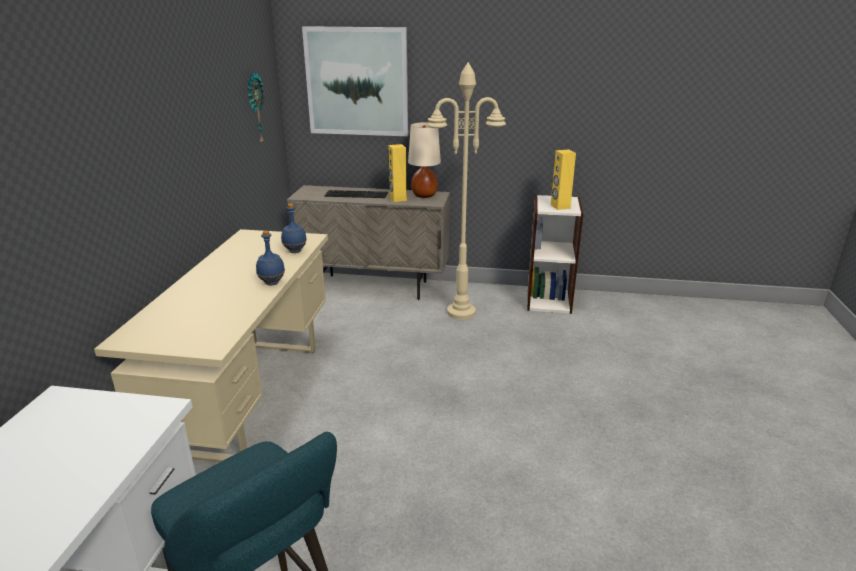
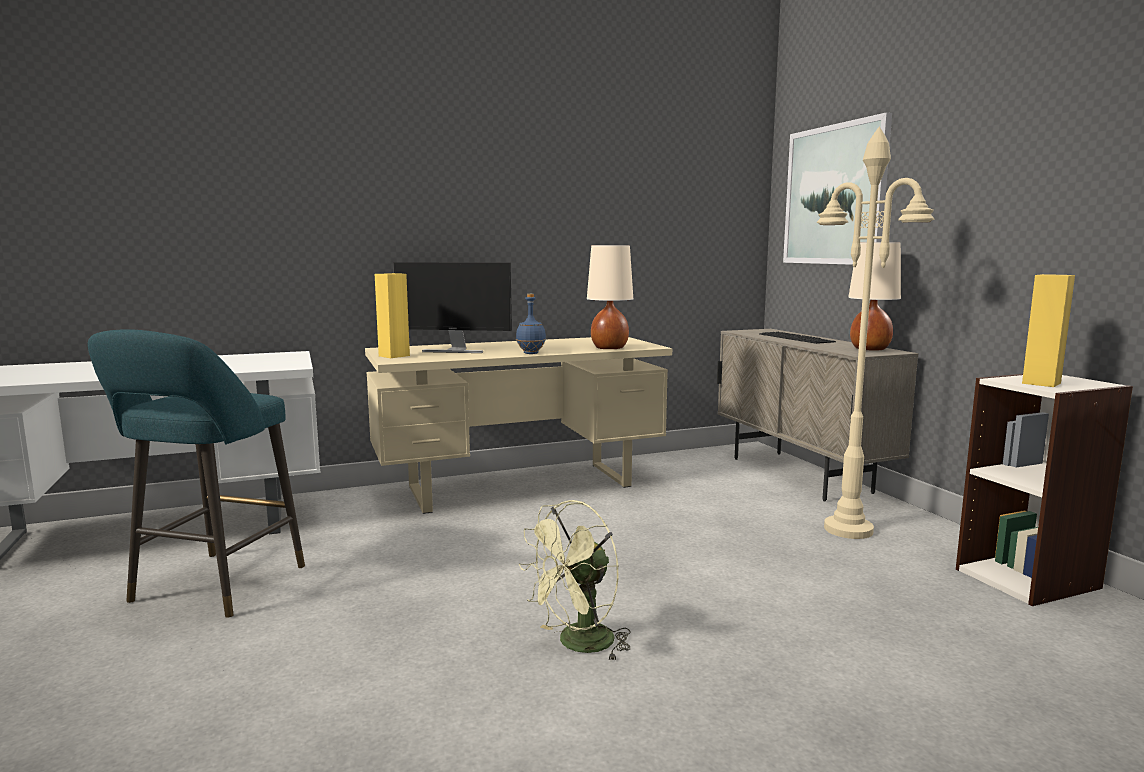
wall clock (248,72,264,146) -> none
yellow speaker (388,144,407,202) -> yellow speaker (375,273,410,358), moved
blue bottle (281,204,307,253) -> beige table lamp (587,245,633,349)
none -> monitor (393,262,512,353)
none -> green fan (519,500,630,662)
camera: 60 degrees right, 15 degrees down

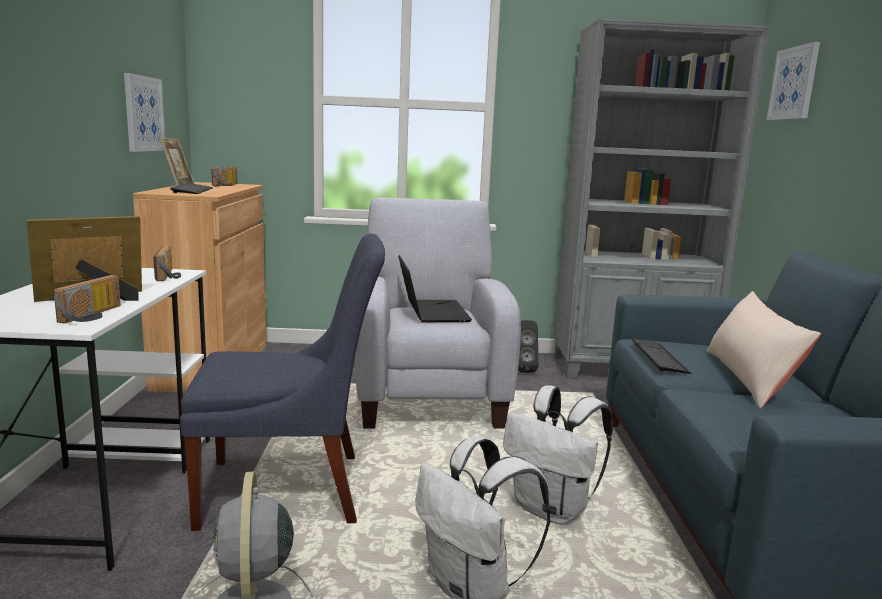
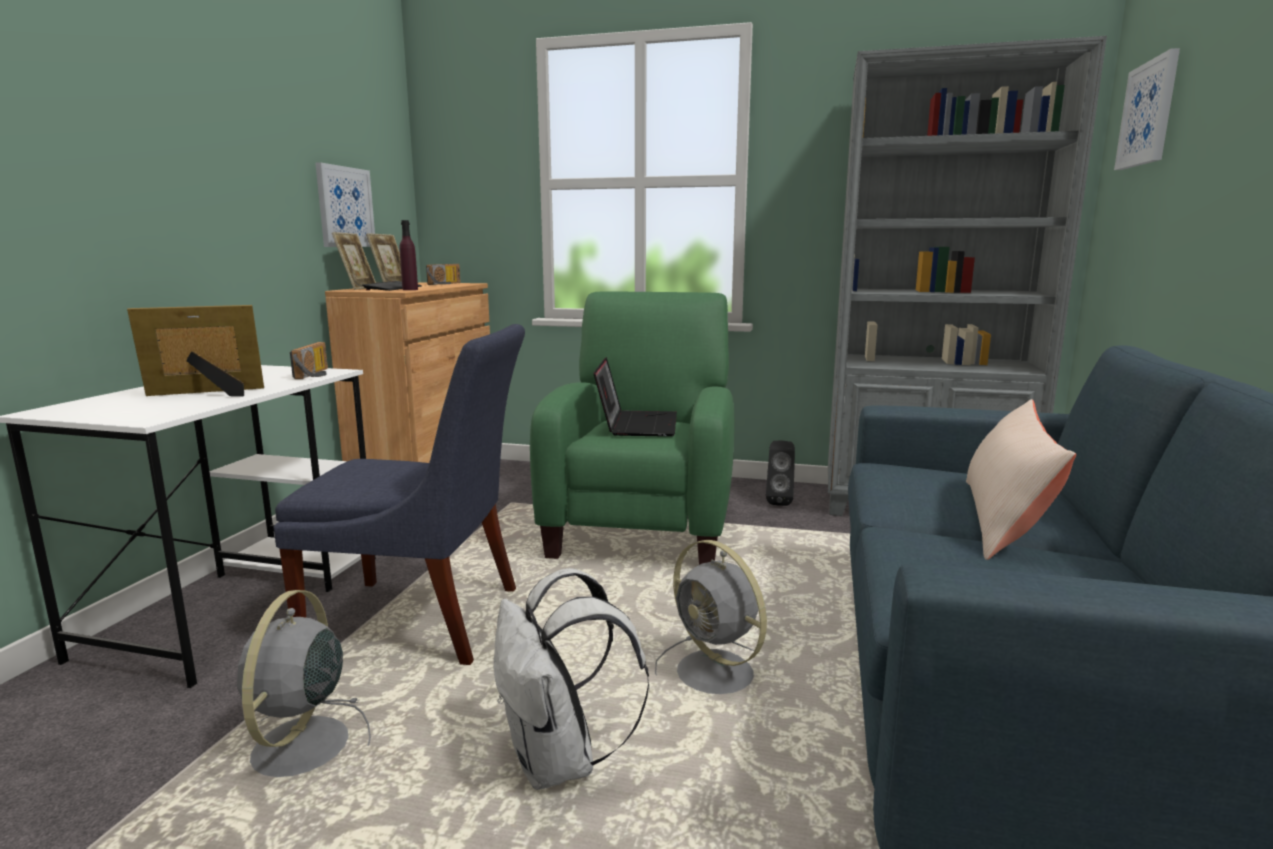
grey armchair (355,198,521,429) -> green armchair (530,292,735,565)
radio (54,275,121,323) -> none
keyboard (632,339,691,374) -> none
white backpack (503,385,613,525) -> grey fan (655,540,767,694)
none -> purple bottle (400,220,418,290)
none -> picture frame (332,232,376,290)
camera: 15 degrees right, 0 degrees up

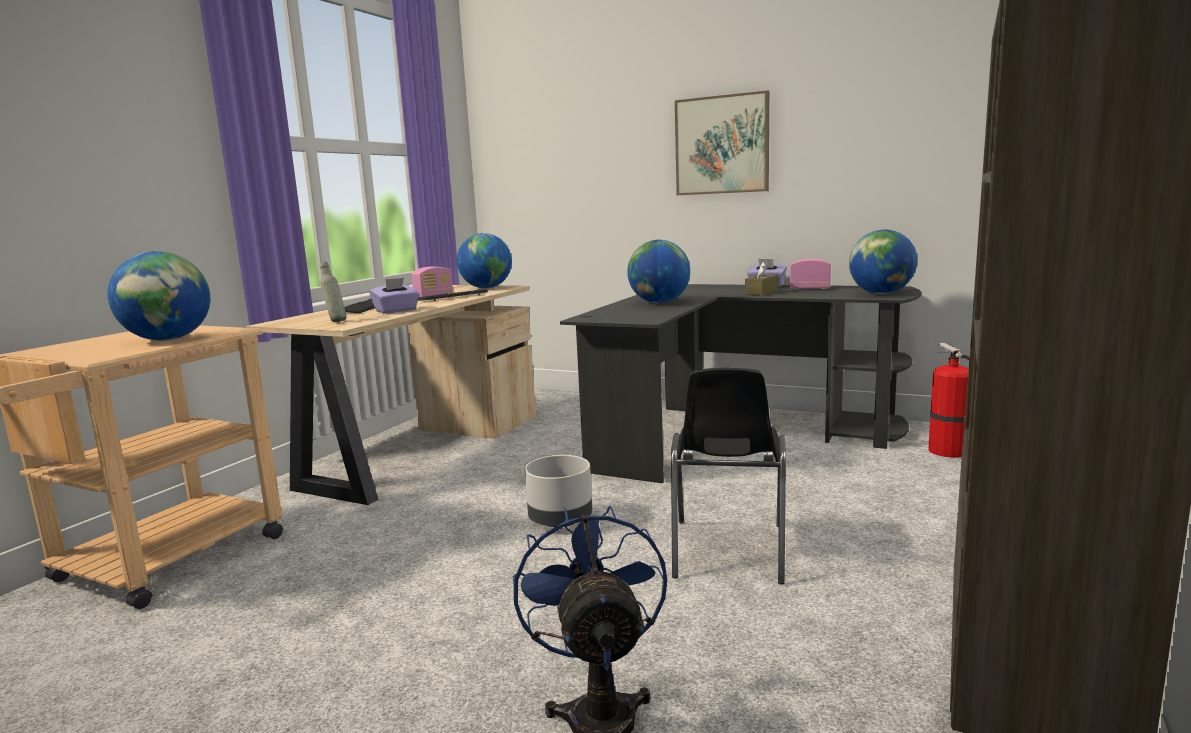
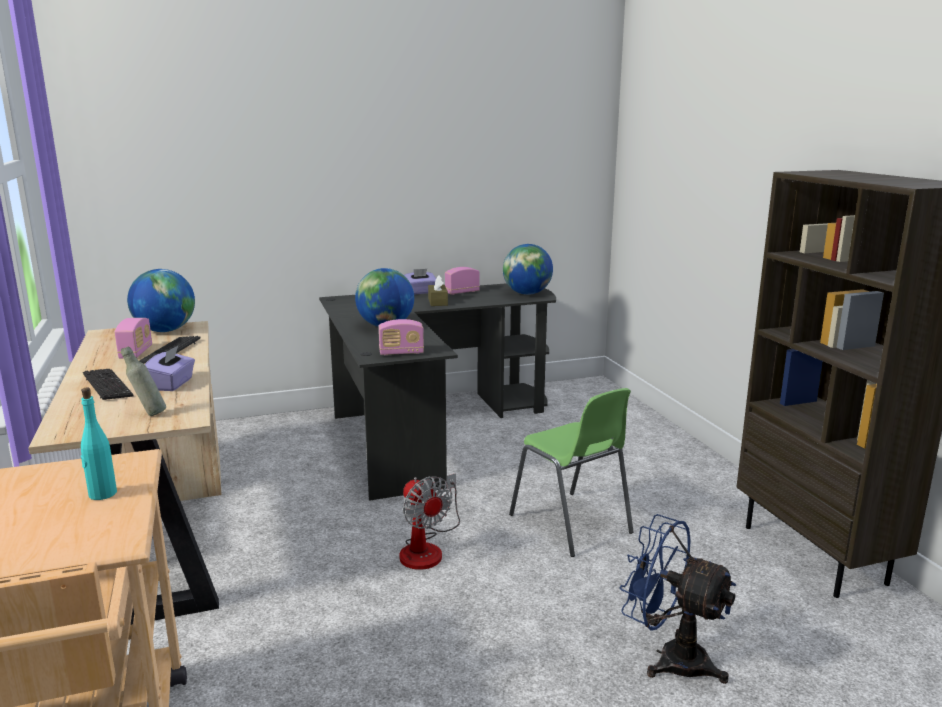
picture (675,90,769,195) -> none
globe (108,251,210,341) -> turquoise bottle (81,388,117,500)
fire extinguisher (928,343,969,457) -> none
black chair (671,368,786,585) -> green chair (509,388,634,557)
grey planter (525,455,592,527) -> fan (399,473,460,570)
none -> radio (379,319,424,355)
camera: 45 degrees left, 5 degrees up

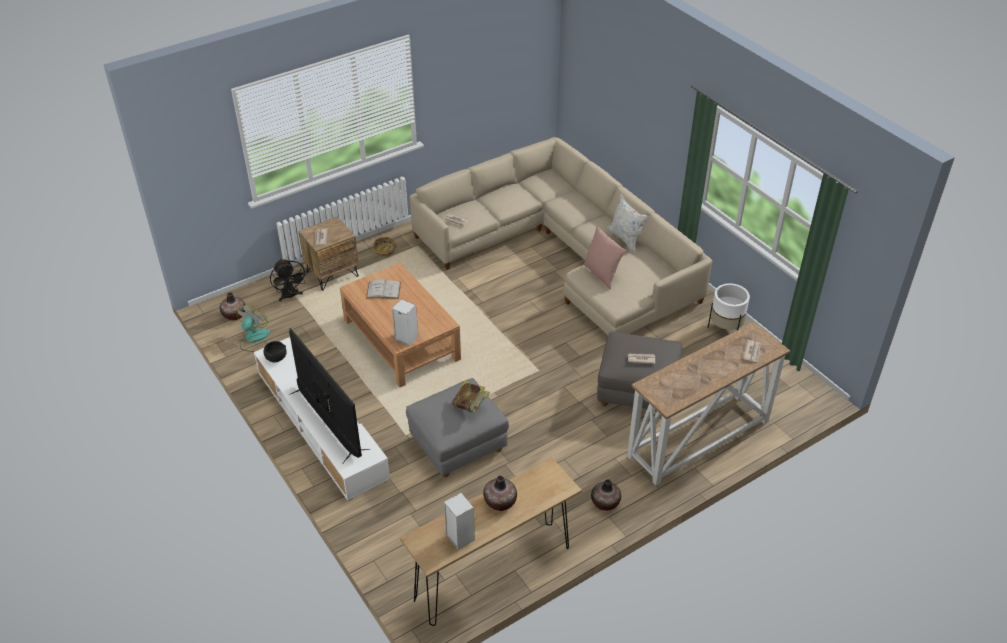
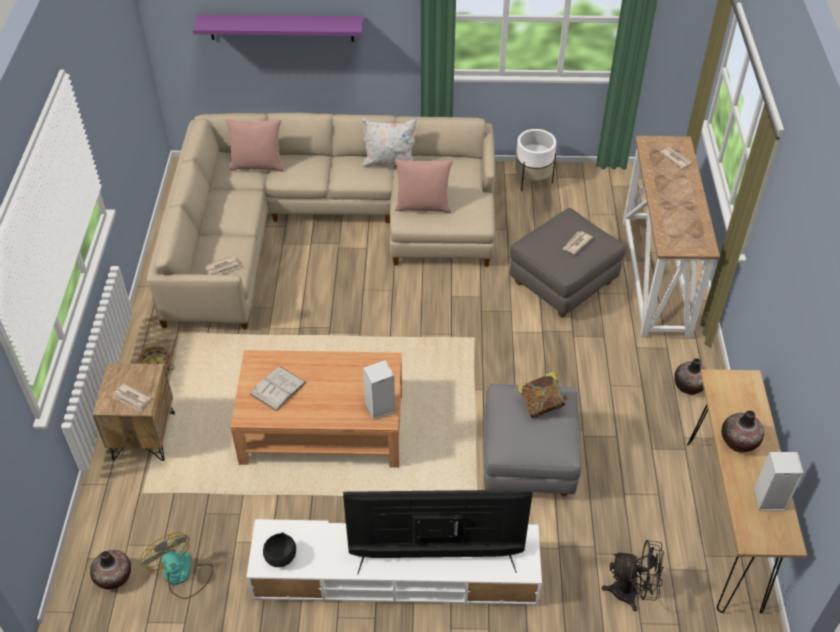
black fan (270,259,307,302) -> black fan (602,540,664,611), moved
none -> purple shelf (193,14,364,42)
none -> pink pillow (225,119,284,172)
camera: 55 degrees left, 5 degrees up

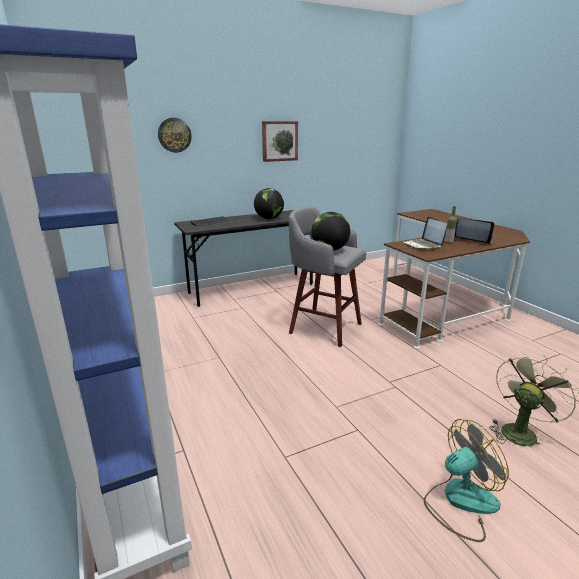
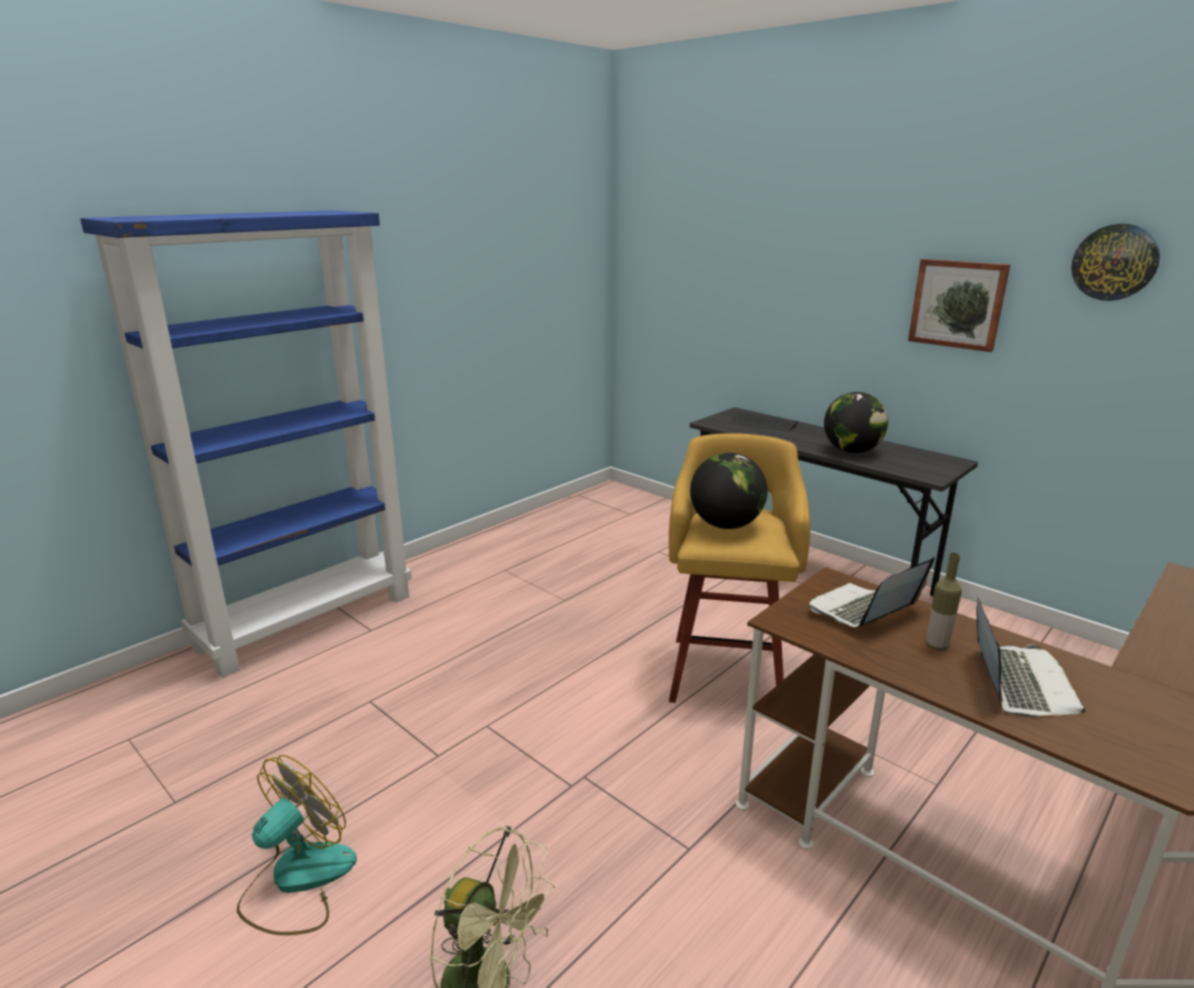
wall clock (158,118,192,153) -> wall clock (1071,224,1160,301), moved
grey stool (289,207,366,347) -> yellow stool (669,433,811,703)
fan (424,419,509,542) -> fan (237,755,357,935), 105 degrees counterclockwise
camera: 70 degrees right, 0 degrees up

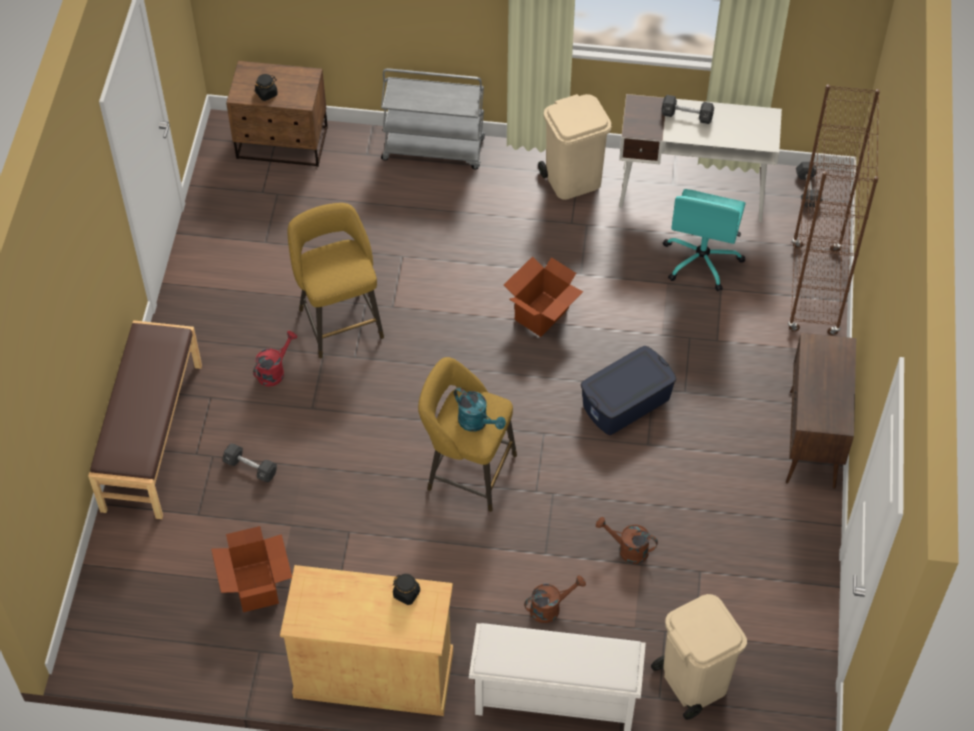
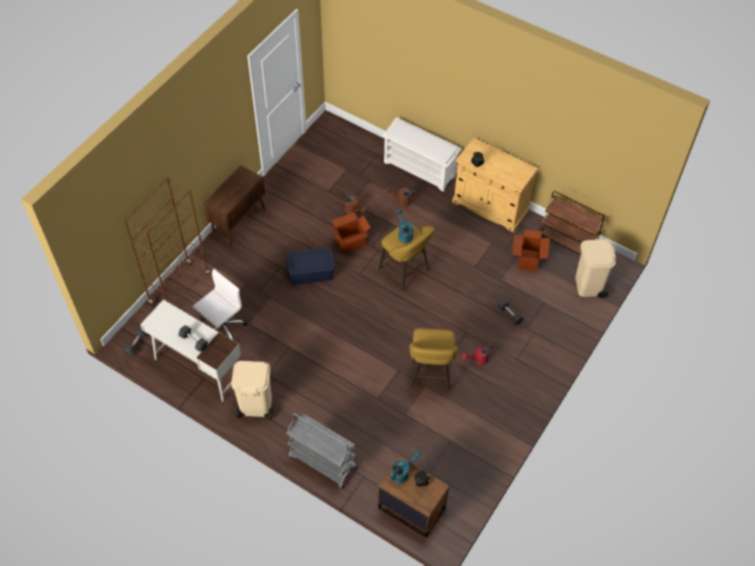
turquoise office chair (663,189,746,291) -> white office chair (193,269,247,341)
cardboard box (504,256,583,337) -> cardboard box (330,212,371,253), moved
brown bench (88,320,202,519) -> none
beige trash can (651,594,747,720) -> beige trash can (575,240,616,298), moved
none -> brown cart (541,191,606,255)
none -> turquoise watering can (389,451,421,484)
camera: 155 degrees left, 0 degrees up

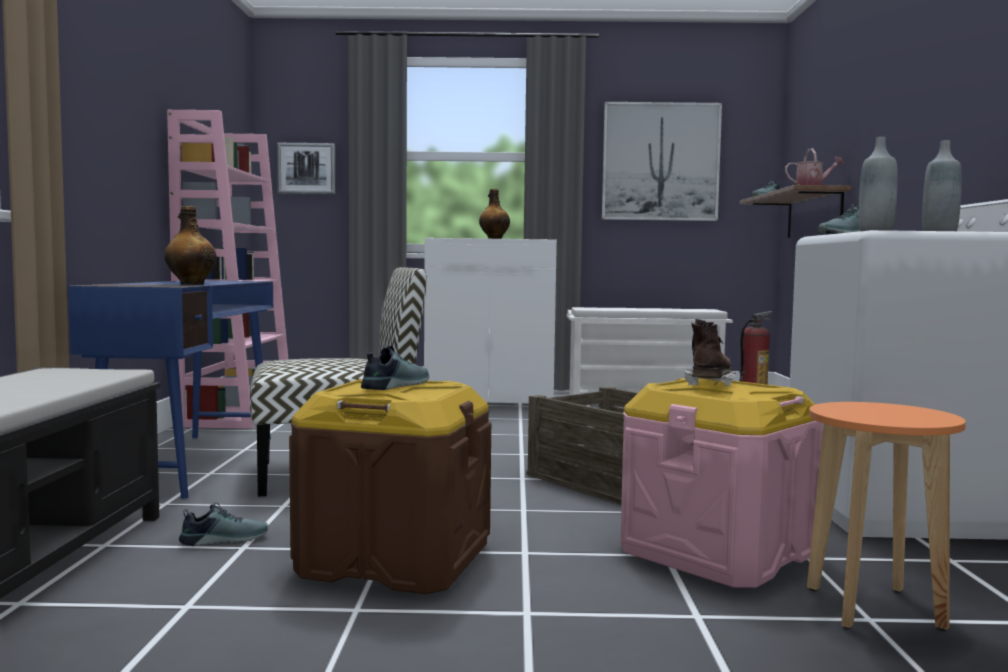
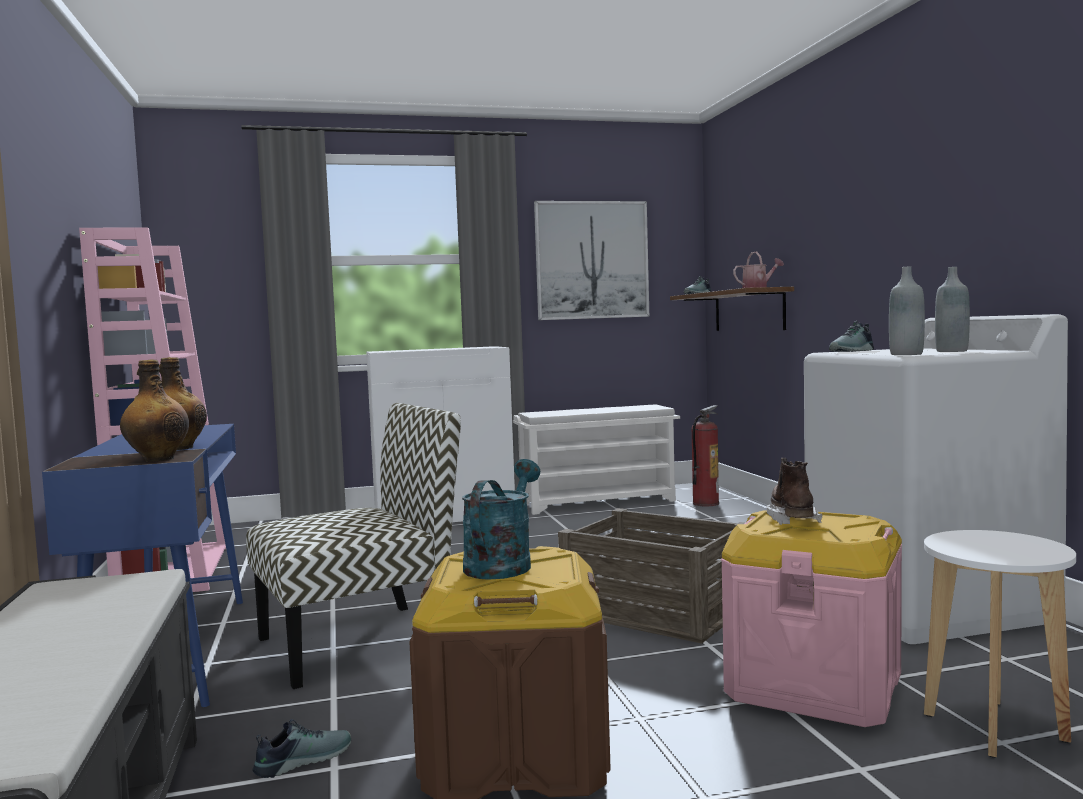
picture (277,143,335,194) -> none
bottle (479,189,510,239) -> bottle (120,359,189,462), moved
shoe (361,345,429,390) -> turquoise watering can (462,459,540,580)
orange stool (807,402,966,631) -> white stool (924,530,1076,758)
camera: 15 degrees left, 0 degrees up

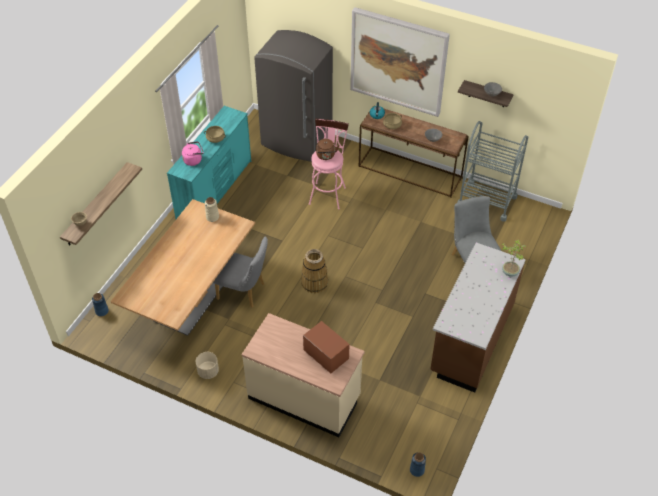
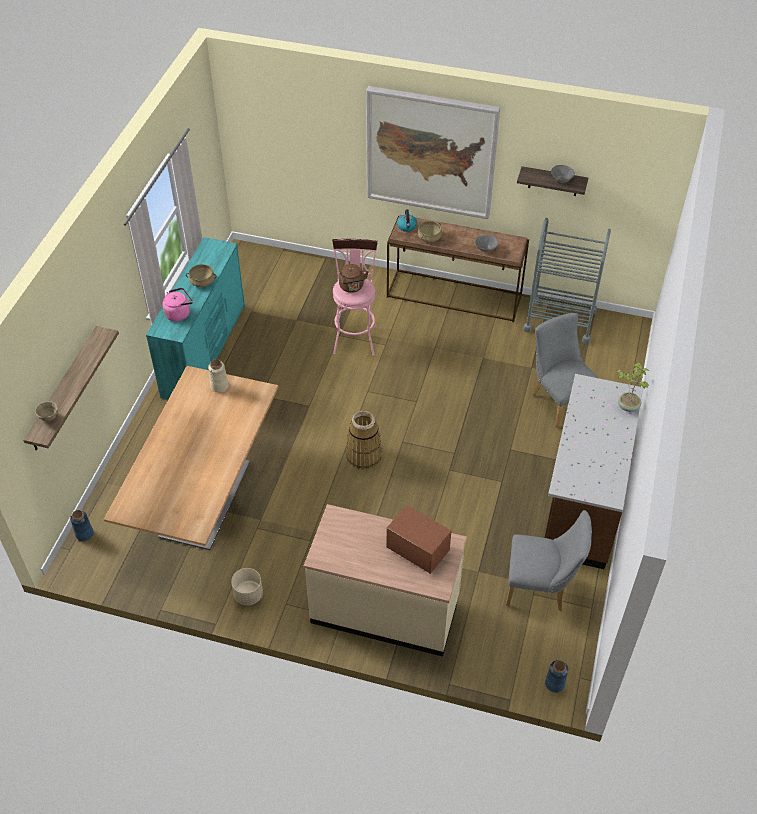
grey fridge (254,30,333,162) -> none
grey chair (213,237,268,308) -> grey chair (506,510,592,611), moved
camera: 10 degrees left, 0 degrees up

